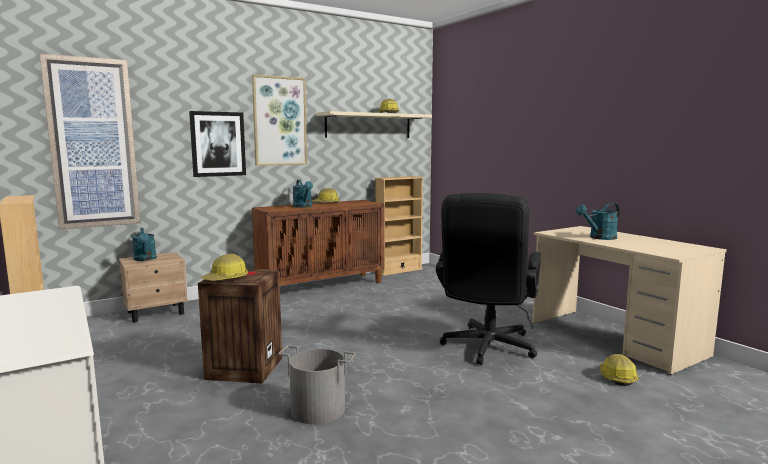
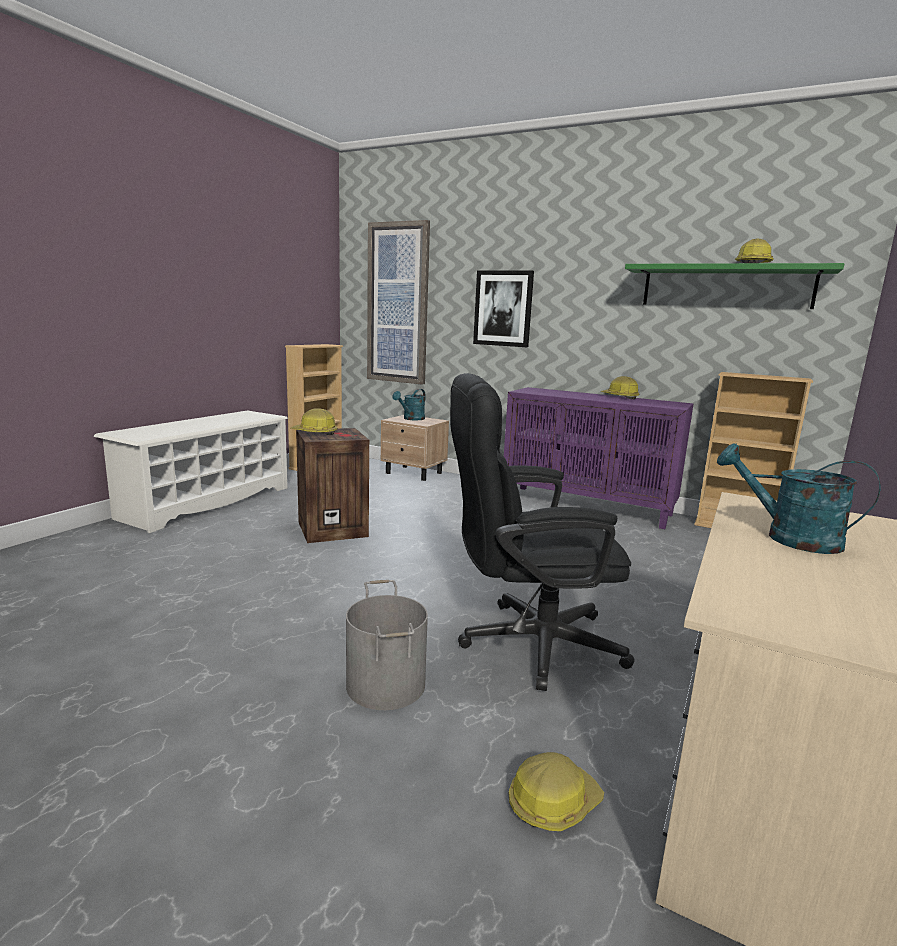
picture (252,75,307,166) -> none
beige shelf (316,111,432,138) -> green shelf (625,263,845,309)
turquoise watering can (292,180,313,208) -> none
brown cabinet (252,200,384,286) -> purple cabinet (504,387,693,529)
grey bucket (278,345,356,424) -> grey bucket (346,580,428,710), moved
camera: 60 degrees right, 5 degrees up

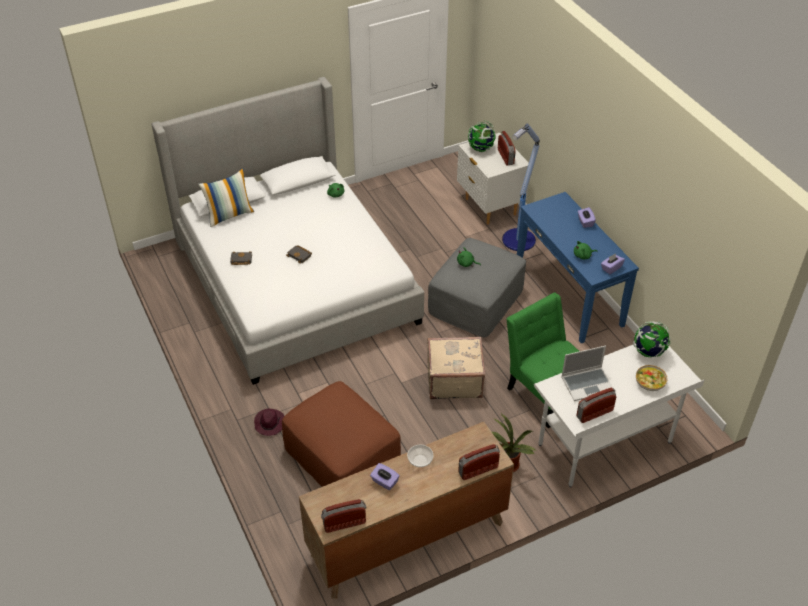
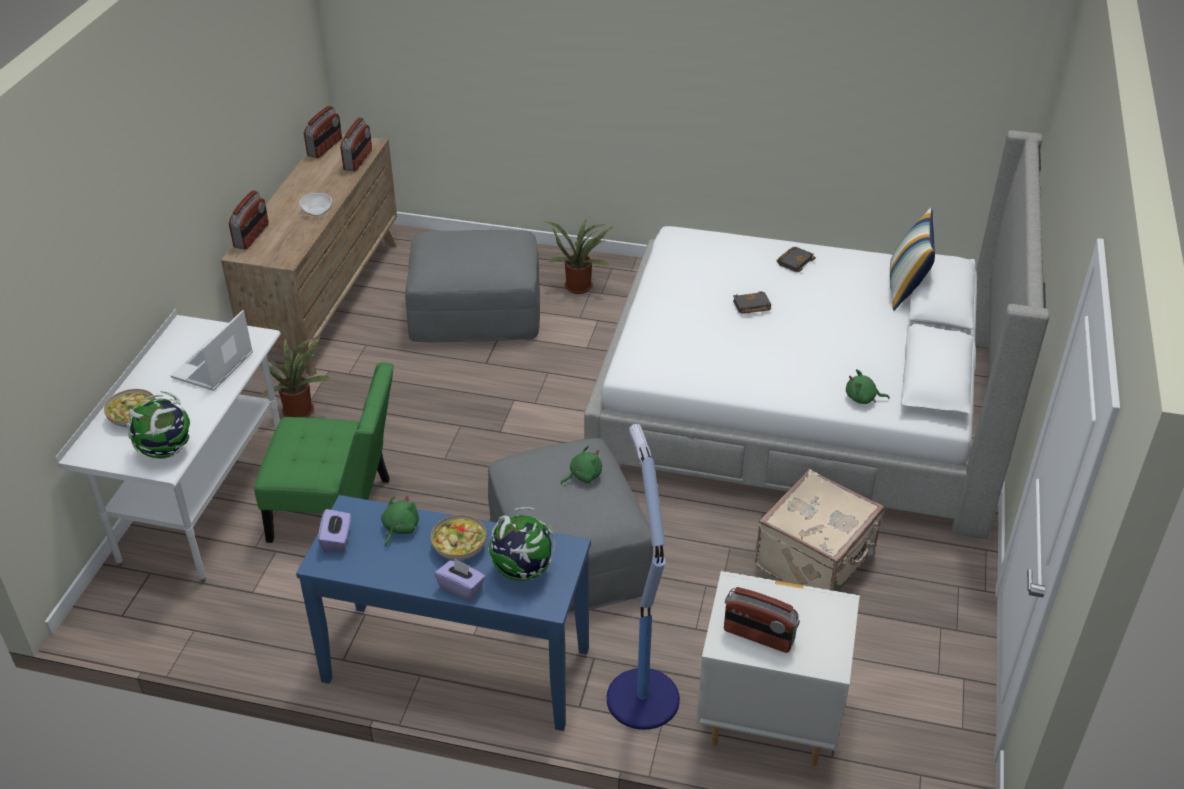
globe (468,121,496,152) -> globe (488,507,556,581), moved
beige suitcase (427,337,486,399) -> beige suitcase (755,469,884,592), moved
brown ottoman (282,381,401,487) -> grey ottoman (406,230,540,342)
radio (576,387,616,423) -> radio (340,117,372,171), moved
purple hat (254,409,284,436) -> potted plant (543,220,613,294)
purple tissue box (370,463,400,490) -> none
none -> bowl (431,515,486,560)
camera: 130 degrees right, 5 degrees down

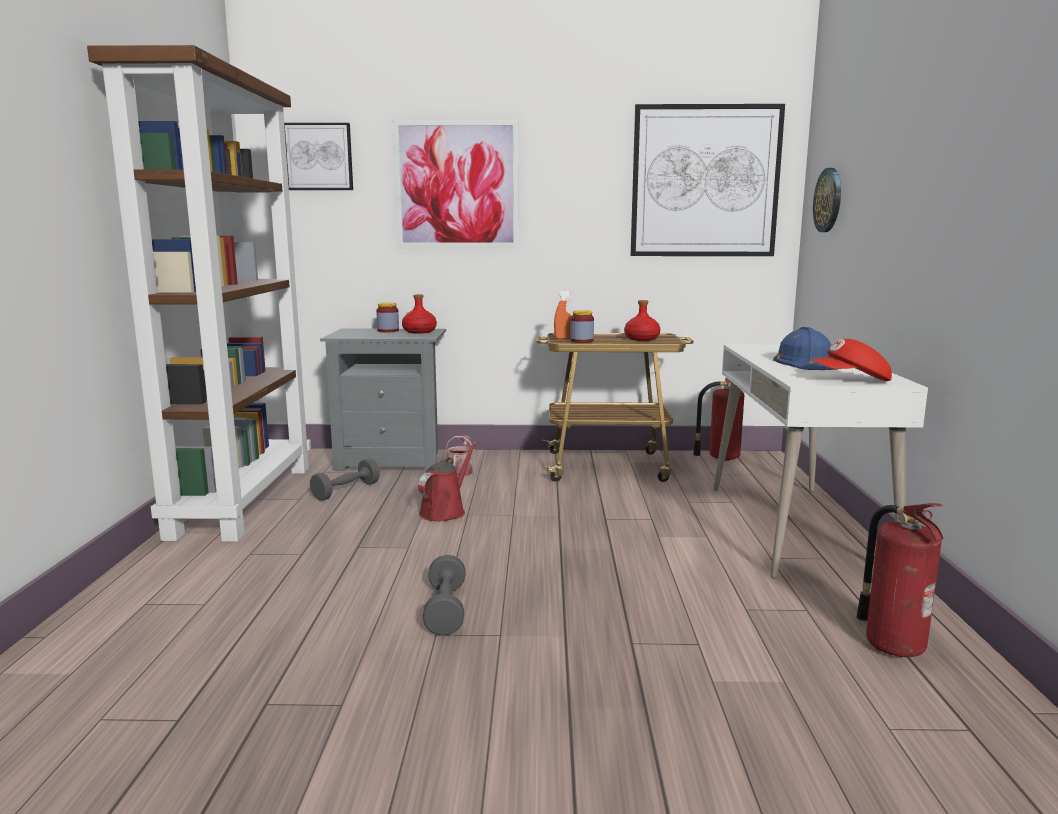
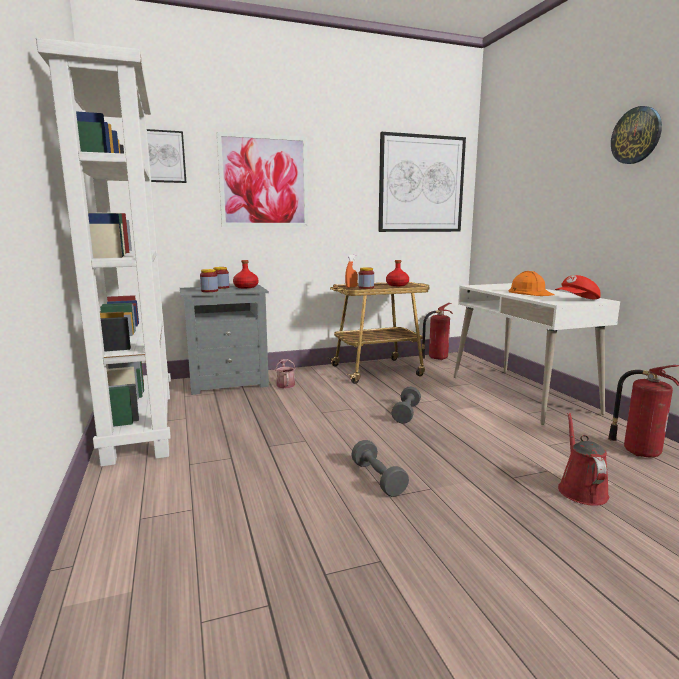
brown bookcase (87,45,311,542) -> white bookcase (36,38,171,467)
wall clock (813,168,841,232) -> wall clock (611,106,662,164), moved
blue hard hat (773,327,838,370) -> orange hard hat (508,271,555,296)
red watering can (418,441,477,521) -> red watering can (558,412,609,506), moved
grey dumbbell (310,458,380,501) -> grey dumbbell (391,386,421,424), moved
none -> jar (200,269,218,292)
camera: 20 degrees left, 0 degrees up

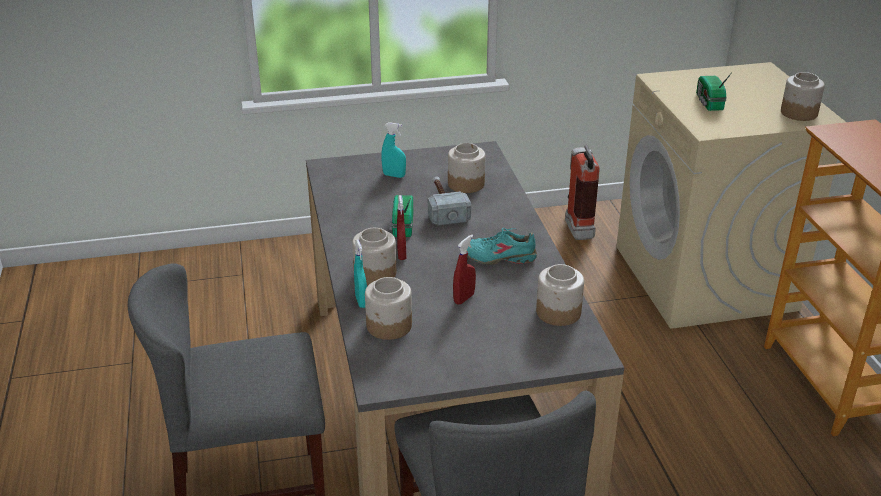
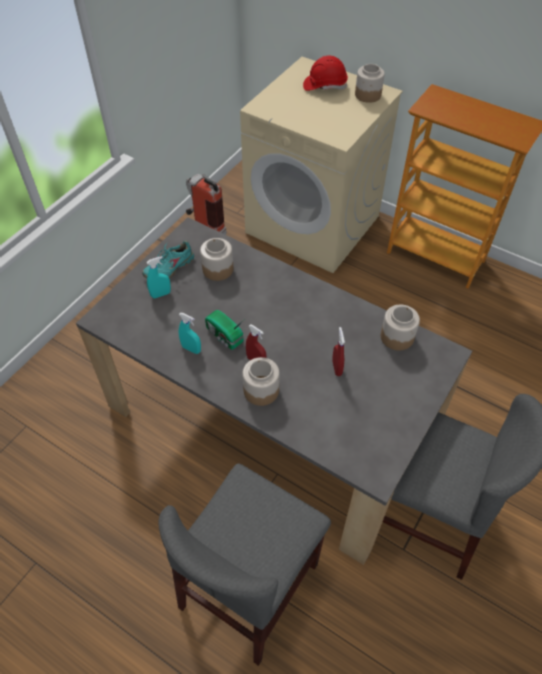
radio (696,74,731,111) -> none
hammer (428,177,471,226) -> none
turquoise shoe (467,228,537,265) -> turquoise shoe (142,240,194,279), moved
turquoise spray bottle (354,239,367,308) -> turquoise spray bottle (179,313,201,354), moved
jar (365,277,412,340) -> none
none -> red hard hat (303,55,348,91)
camera: 45 degrees left, 20 degrees up

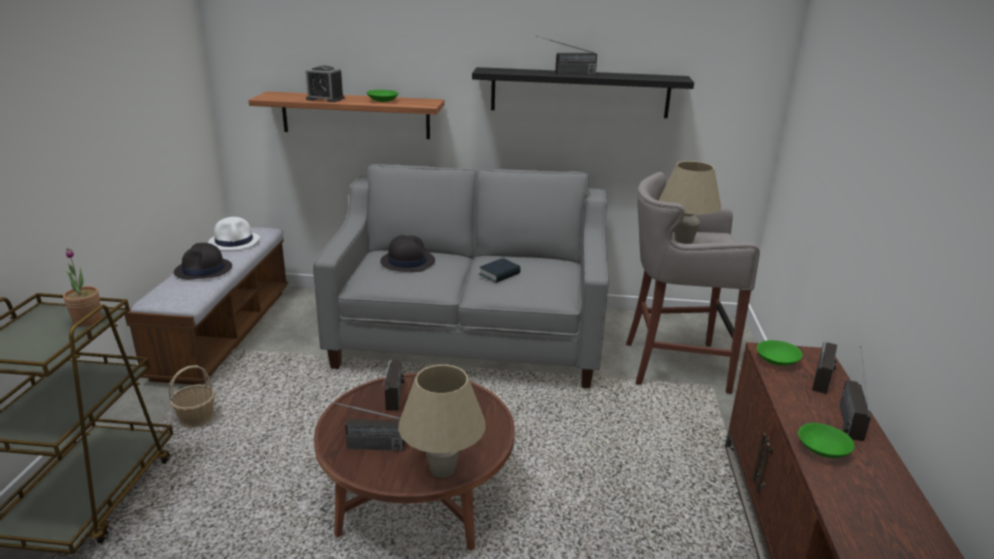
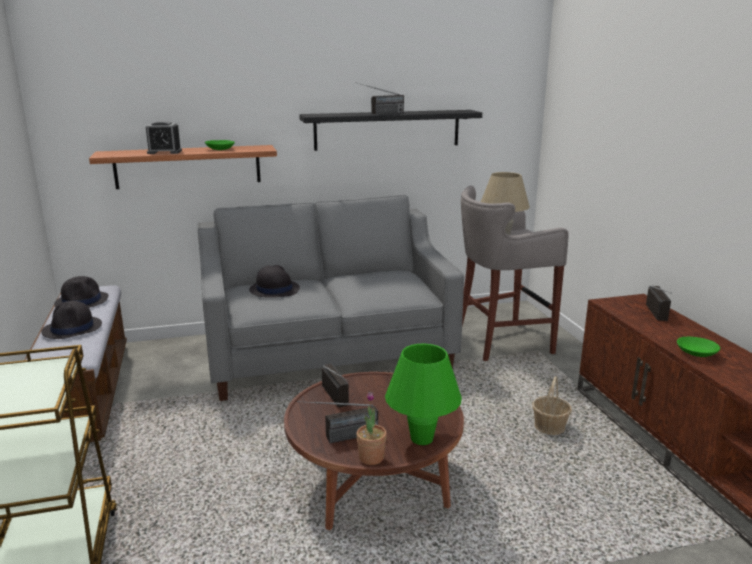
white hat (208,217,260,250) -> black hat (54,276,109,308)
potted plant (63,248,102,326) -> potted plant (356,392,387,465), moved
book (479,258,521,283) -> none
green bowl (757,340,803,366) -> none
radio (839,346,871,441) -> none
beige table lamp (398,364,486,478) -> green table lamp (385,343,462,445)
basket (169,365,215,428) -> basket (532,376,572,435), moved
camera: 20 degrees left, 5 degrees down

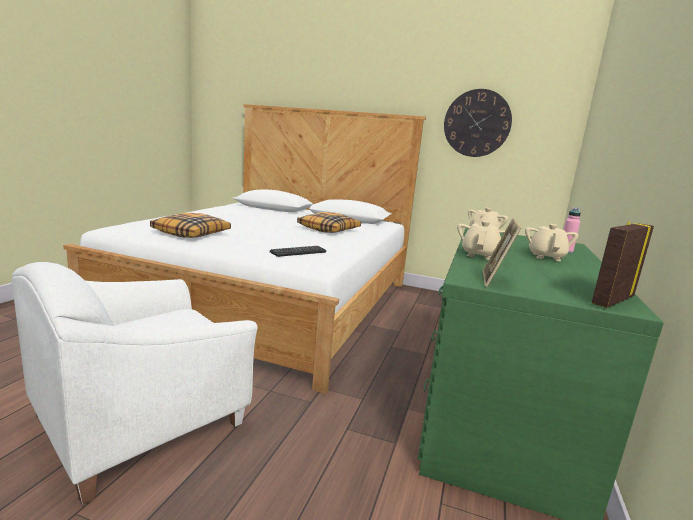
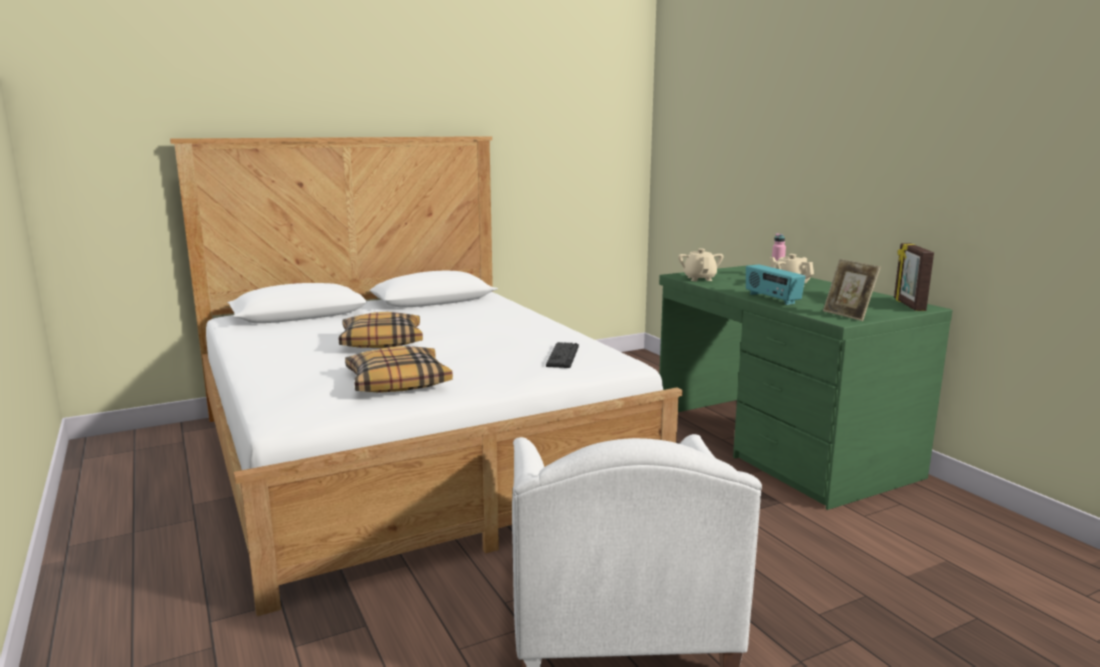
wall clock (444,89,512,157) -> none
pillow (297,212,361,233) -> pillow (339,312,423,348), moved
beige teapot (457,221,505,260) -> radio (746,264,805,305)
camera: 45 degrees left, 0 degrees up

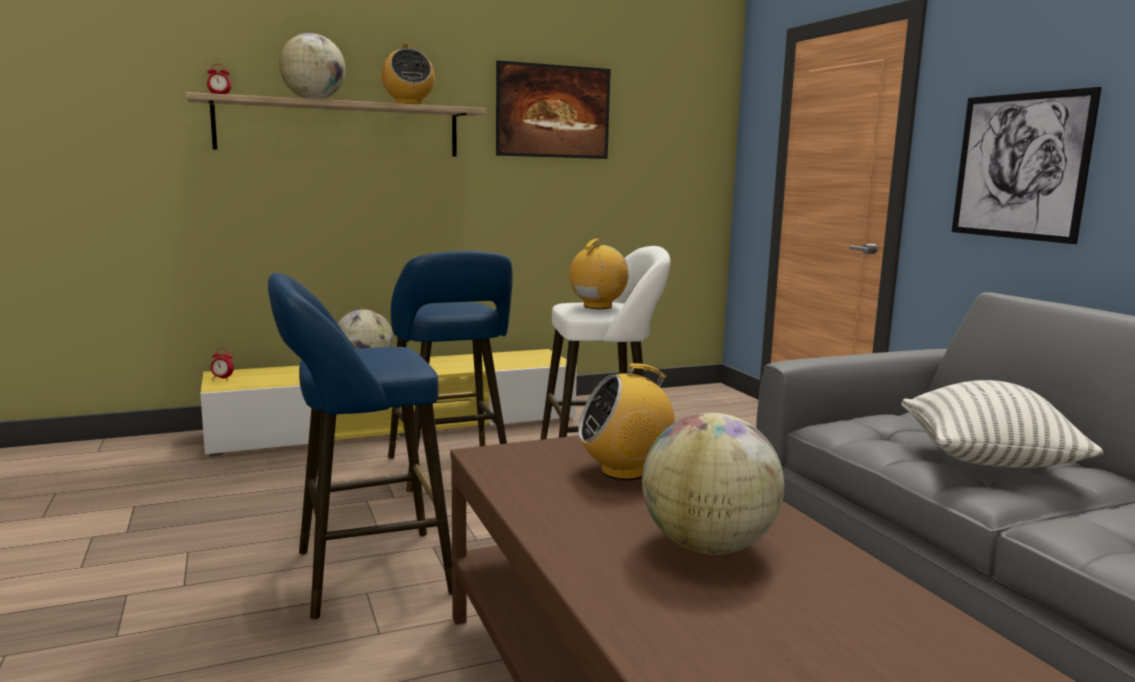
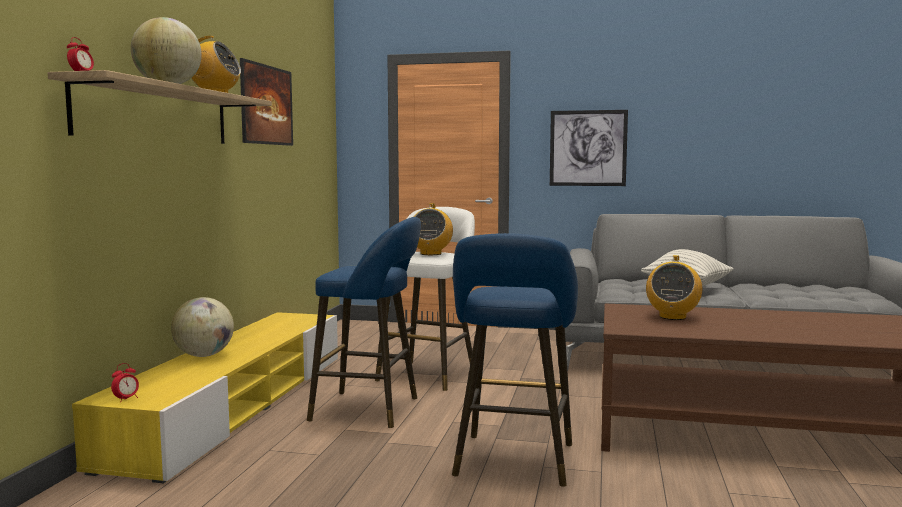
radio (569,239,629,309) -> radio (414,203,453,255), 150 degrees counterclockwise
globe (642,413,784,555) -> none
camera: 55 degrees left, 5 degrees down

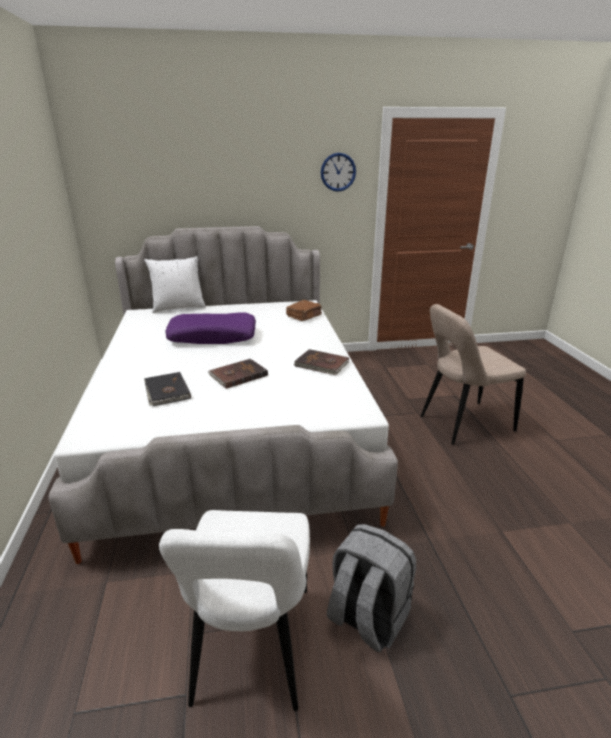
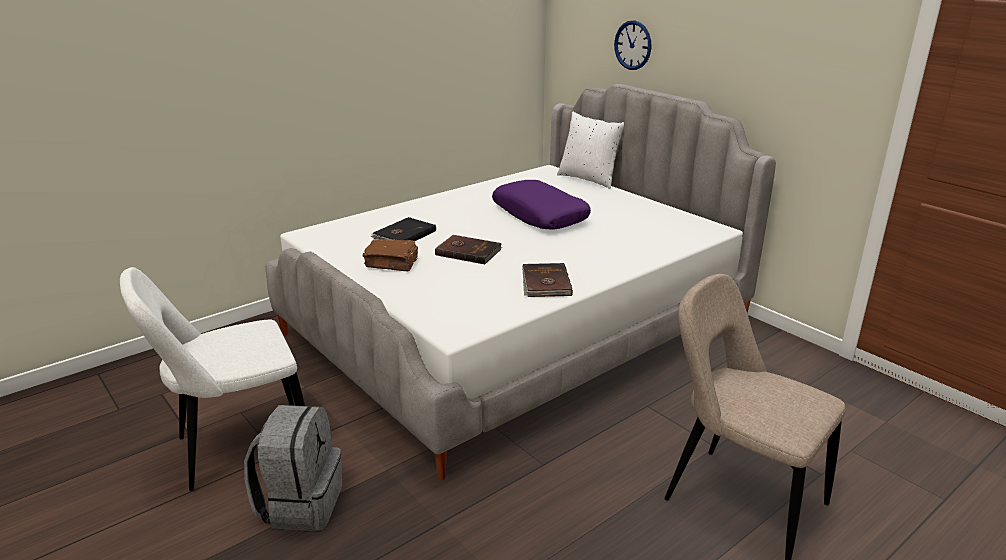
wall clock (321,153,356,192) -> wall clock (614,20,652,70), moved
brown book (286,300,322,321) -> brown book (362,239,418,272), moved
camera: 60 degrees right, 0 degrees up

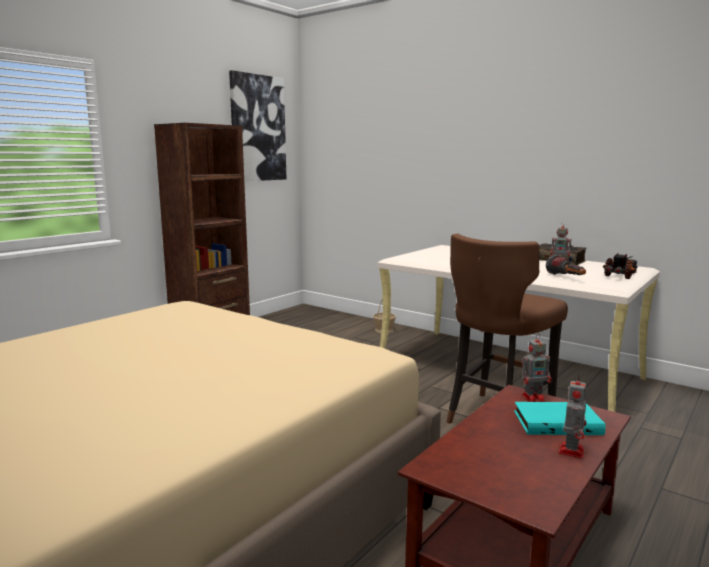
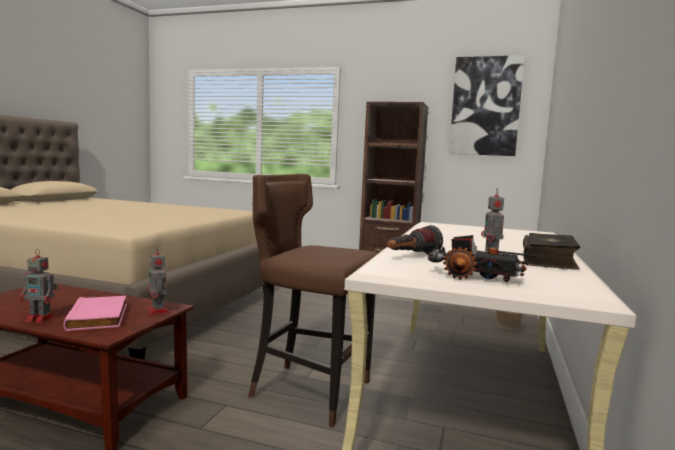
turquoise book (514,402,606,435) -> pink book (63,296,127,331)
camera: 70 degrees right, 5 degrees down

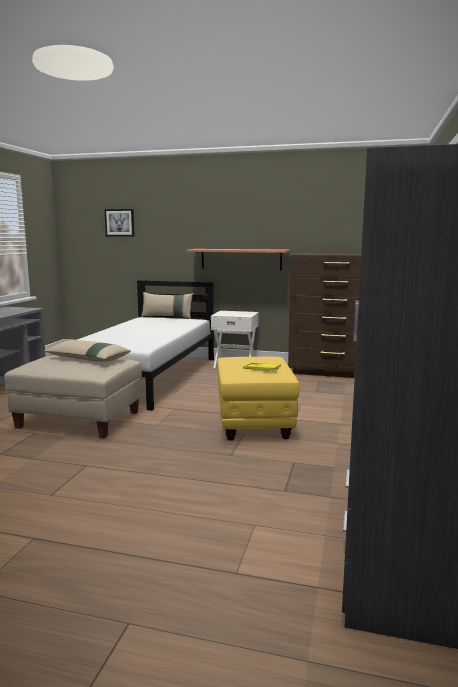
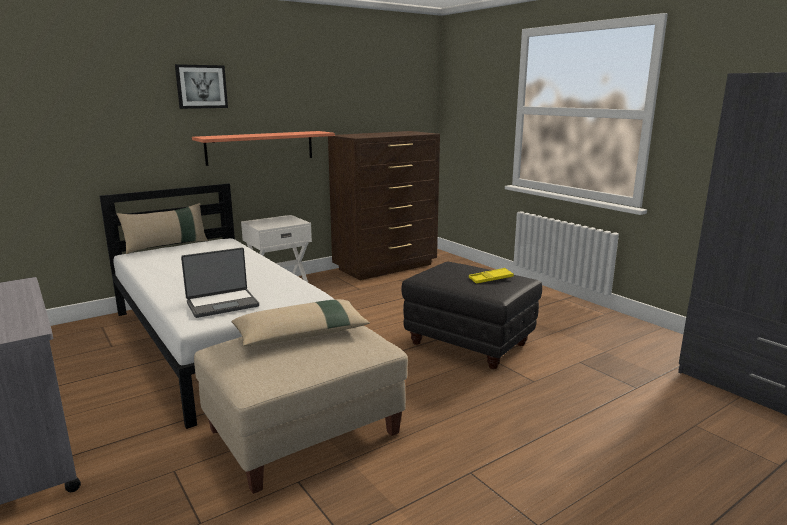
picture (104,209,135,236) -> picture (175,64,228,109), moved
yellow ottoman (217,357,300,440) -> black ottoman (401,262,542,369)
none -> laptop (181,248,259,318)
camera: 50 degrees left, 5 degrees up

